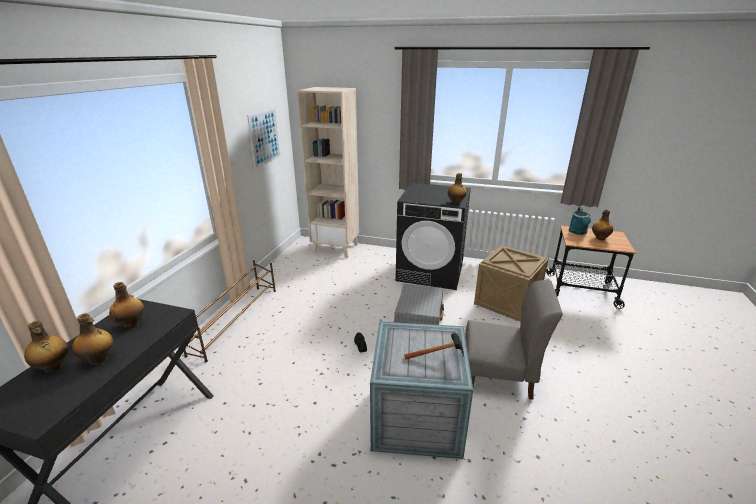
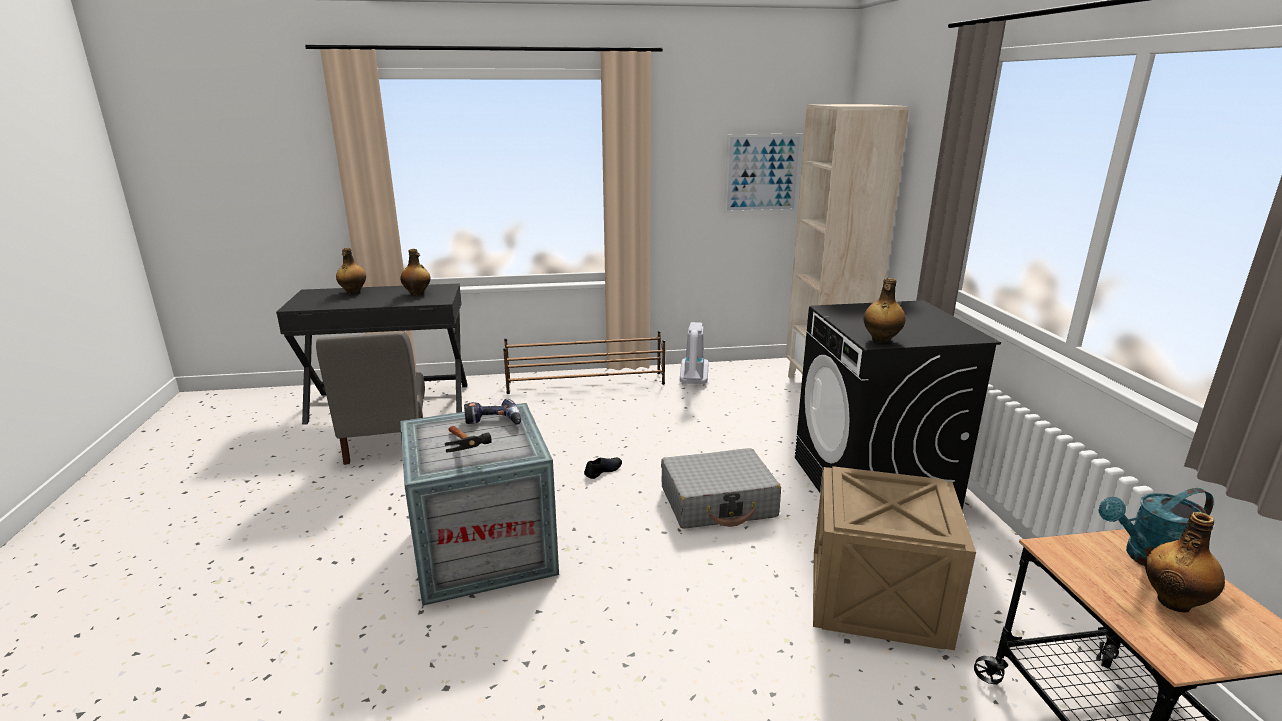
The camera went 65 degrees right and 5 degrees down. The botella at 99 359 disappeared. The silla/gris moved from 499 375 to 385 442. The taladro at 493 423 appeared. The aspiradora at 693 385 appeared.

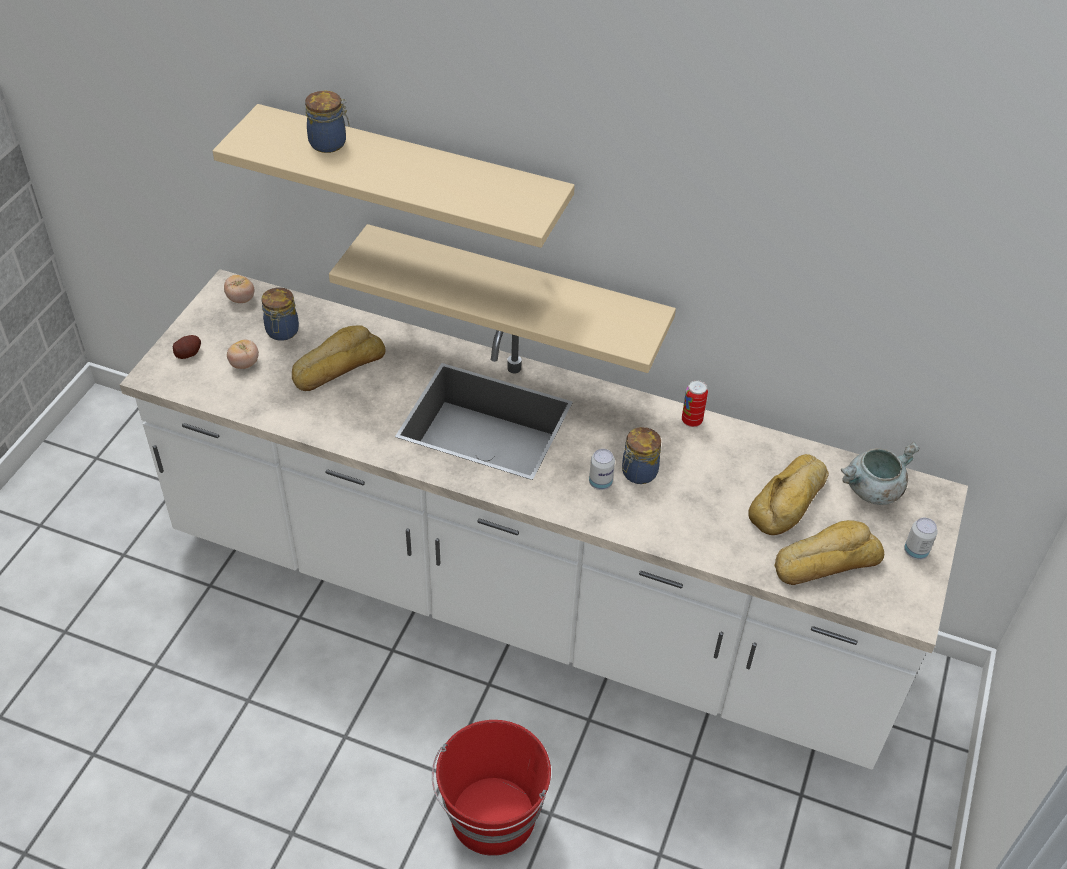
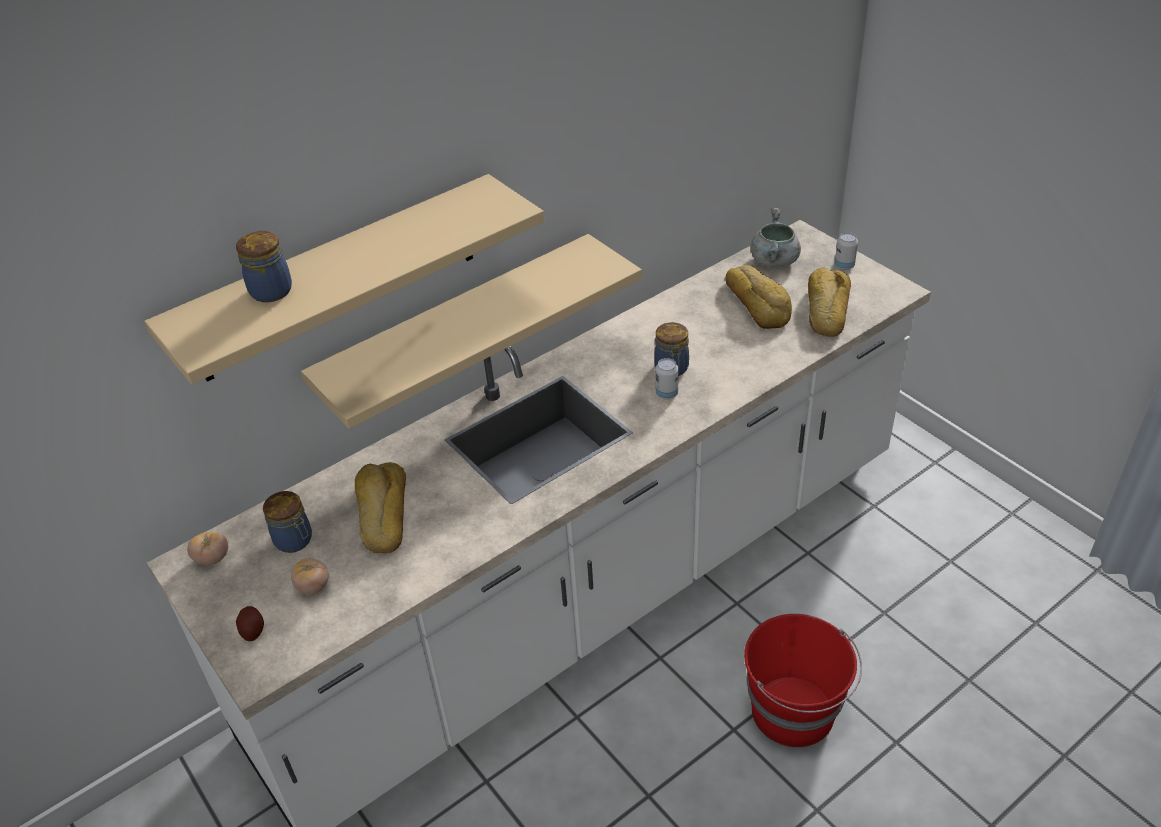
The camera went 55 degrees left and 5 degrees down. The lata at 691 421 disappeared.

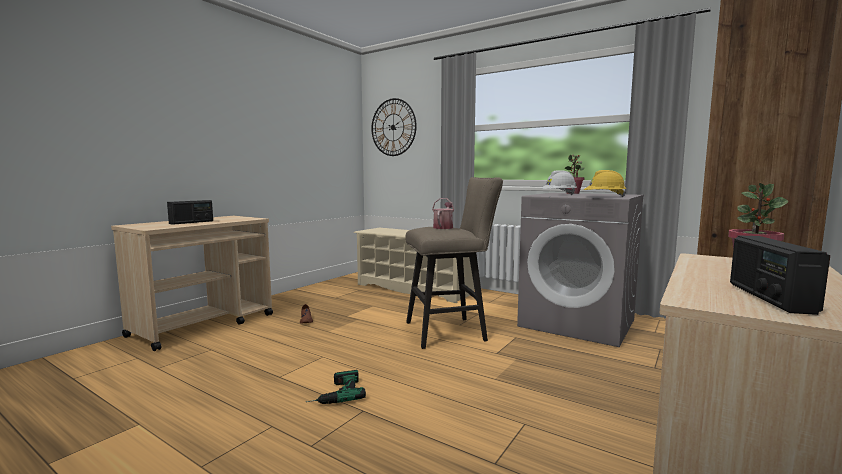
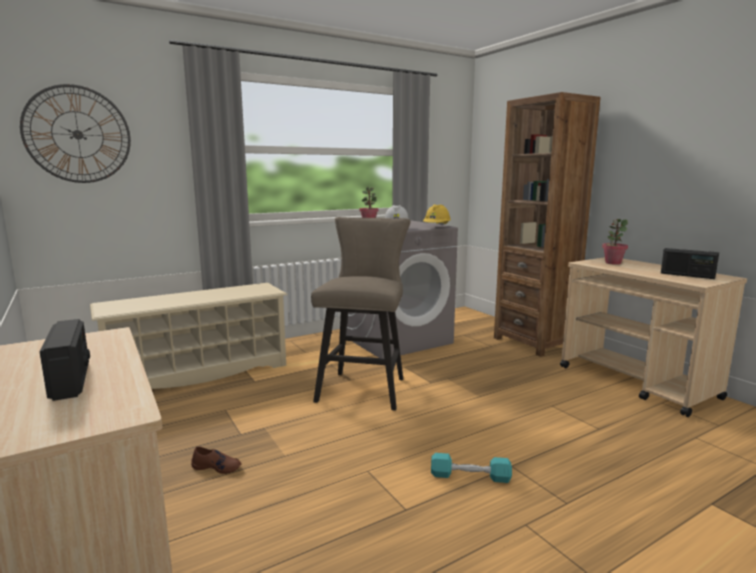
The camera went 65 degrees left and 5 degrees up. The taladro at 334 393 was replaced by the mancuerna/turquesa at 470 476. The regadera at 443 227 disappeared.

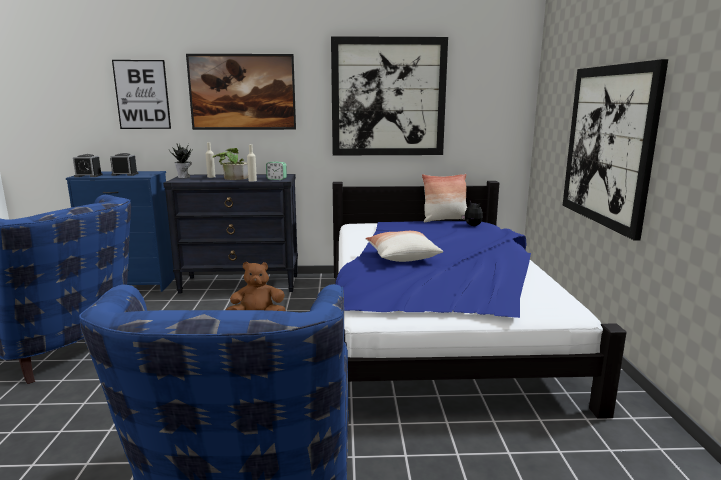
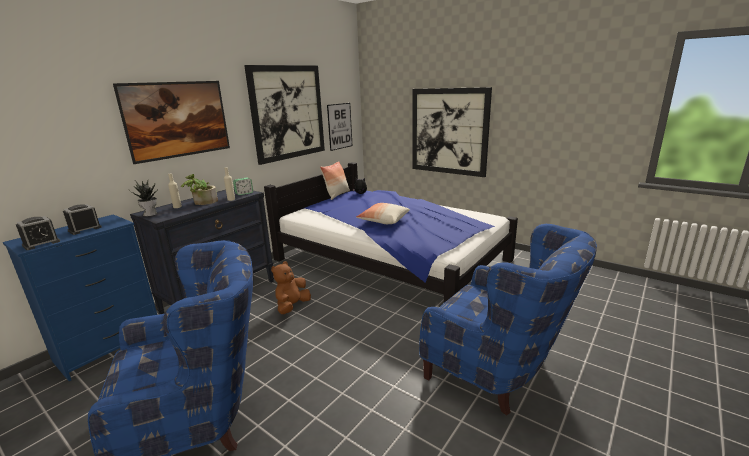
The camera went 50 degrees left and 5 degrees up. The cuadro moved from 142 94 to 340 126.

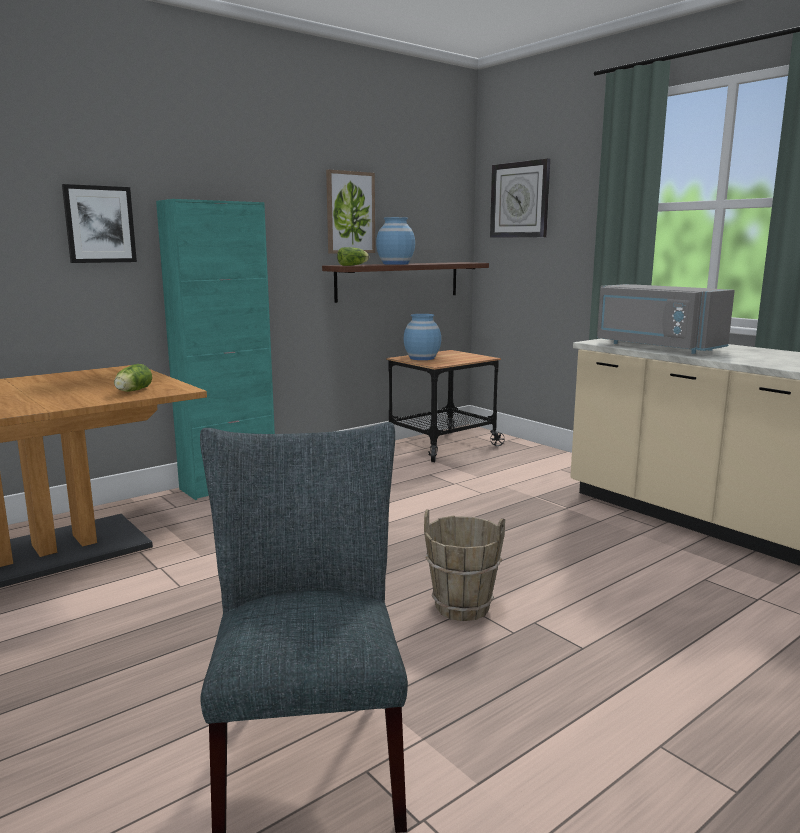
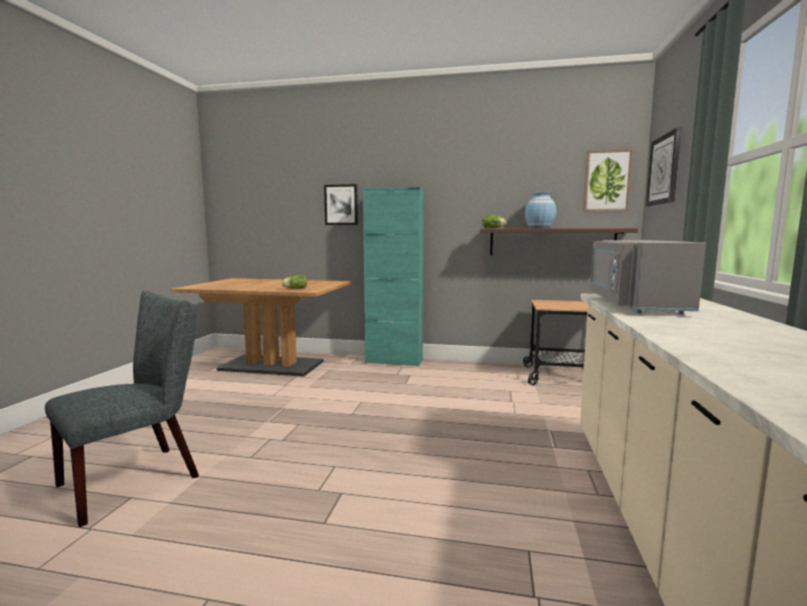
The camera went 50 degrees right and 5 degrees down. The cuadro moved from 350 212 to 607 181. The florero/azul at 421 358 disappeared. The cubo/marrón at 462 606 disappeared.

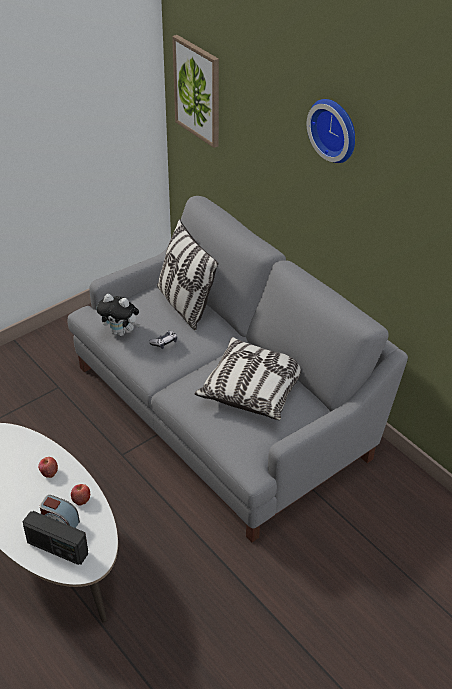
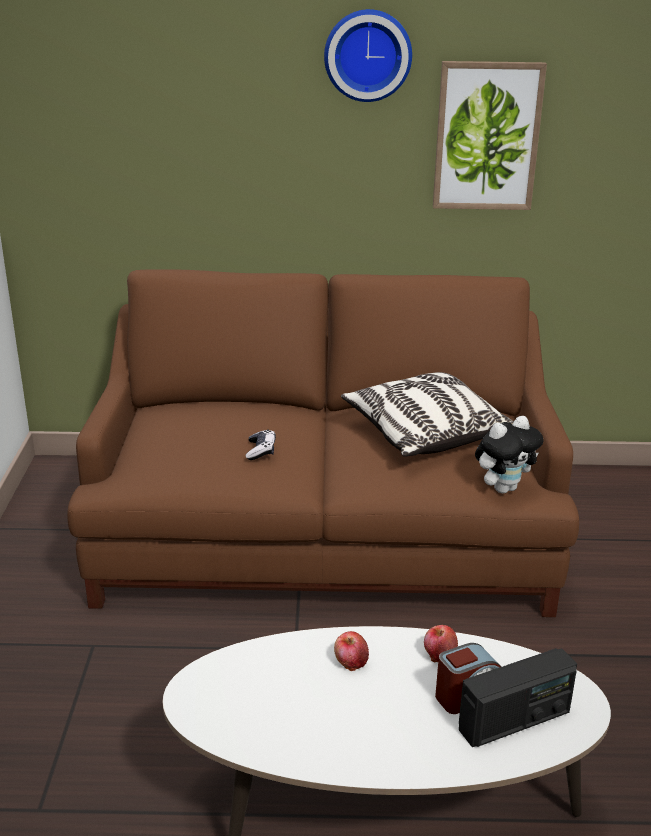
The camera went 50 degrees left and 15 degrees down. The sofá/gris at 226 407 became the sofá/marrón at 324 532. The peluche moved from 121 332 to 503 488. The cojín at 184 305 disappeared. The cuadro moved from 198 91 to 487 136.

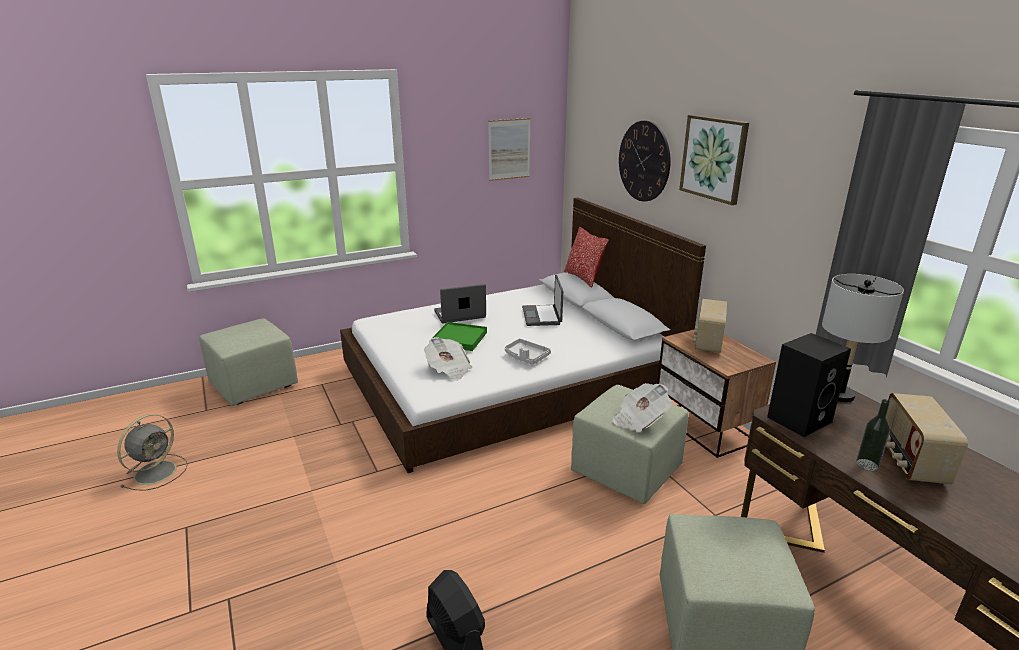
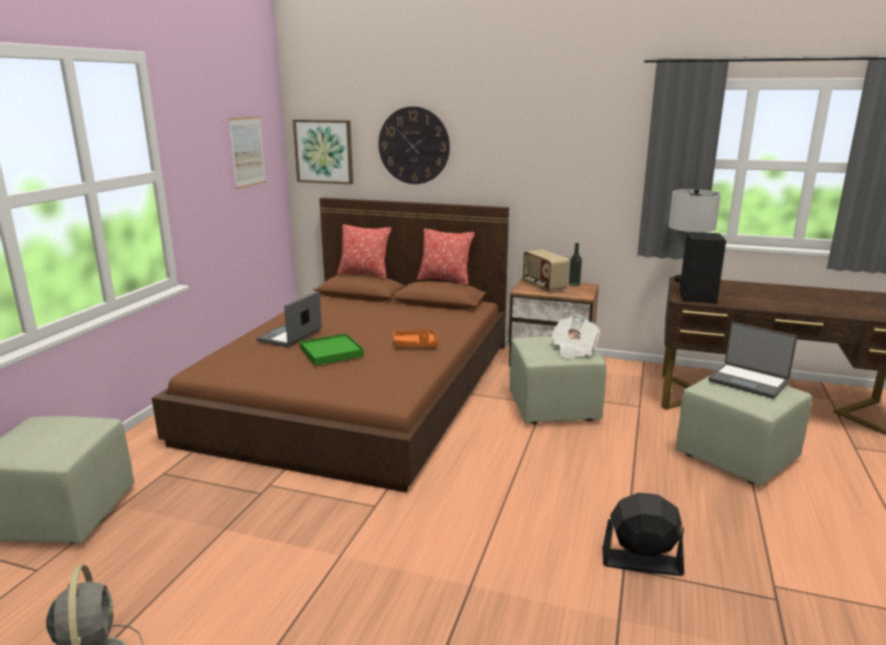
The camera went 45 degrees left and 5 degrees down. The cama/blanco at 509 378 became the cama/marrón at 360 389. The periódico at 448 370 disappeared. The bandeja/gris at 526 357 became the bandeja/naranja at 415 345. The portátil moved from 542 316 to 748 381. The cuadro moved from 714 158 to 324 151. The botella moved from 867 465 to 574 284. The radio at 910 462 disappeared. The cojín at 445 280 appeared.

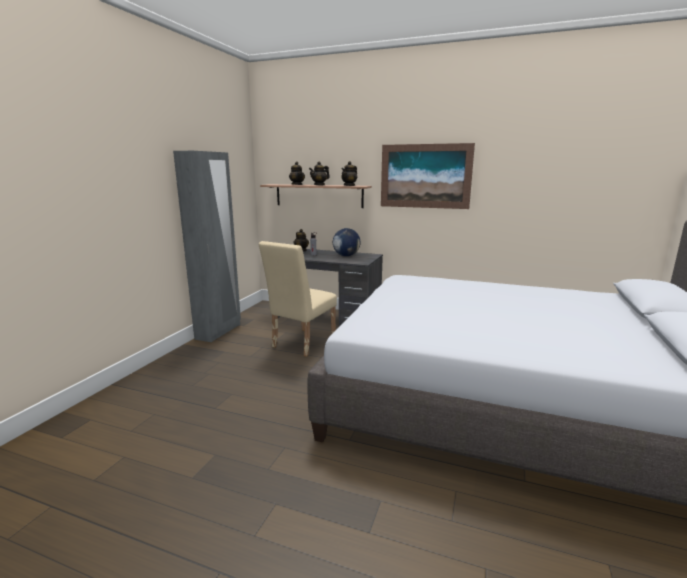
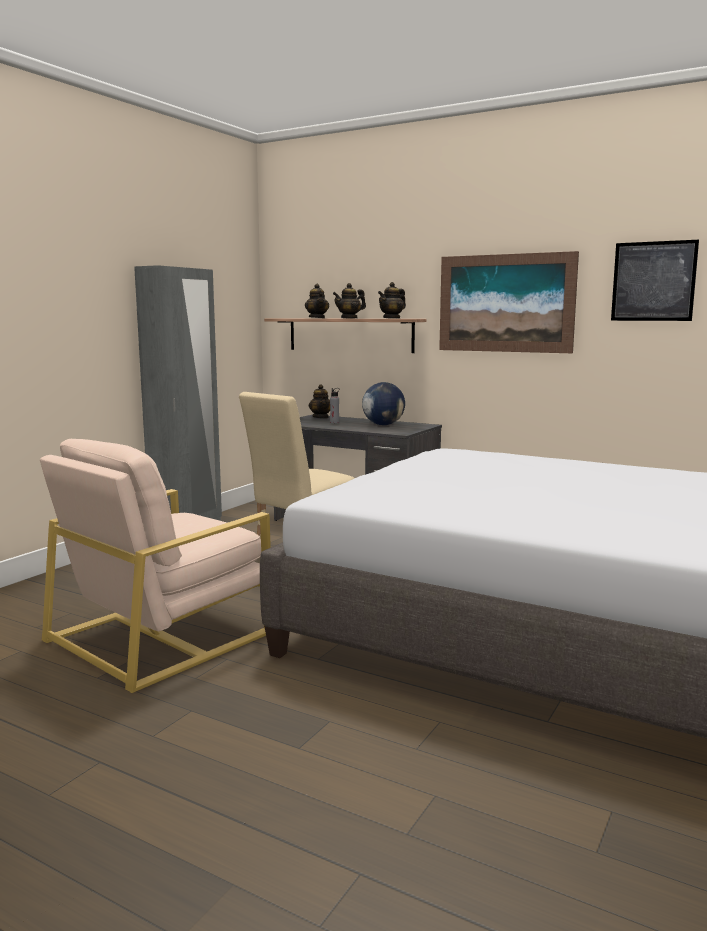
The camera went 10 degrees right and 5 degrees down. The sillón/beis at 161 635 appeared. The cuadro at 653 281 appeared.

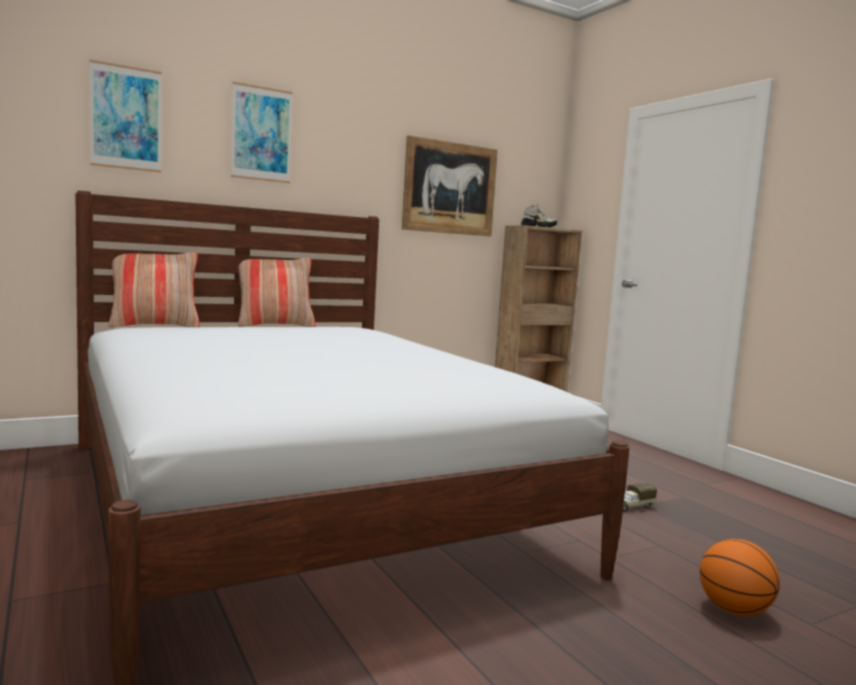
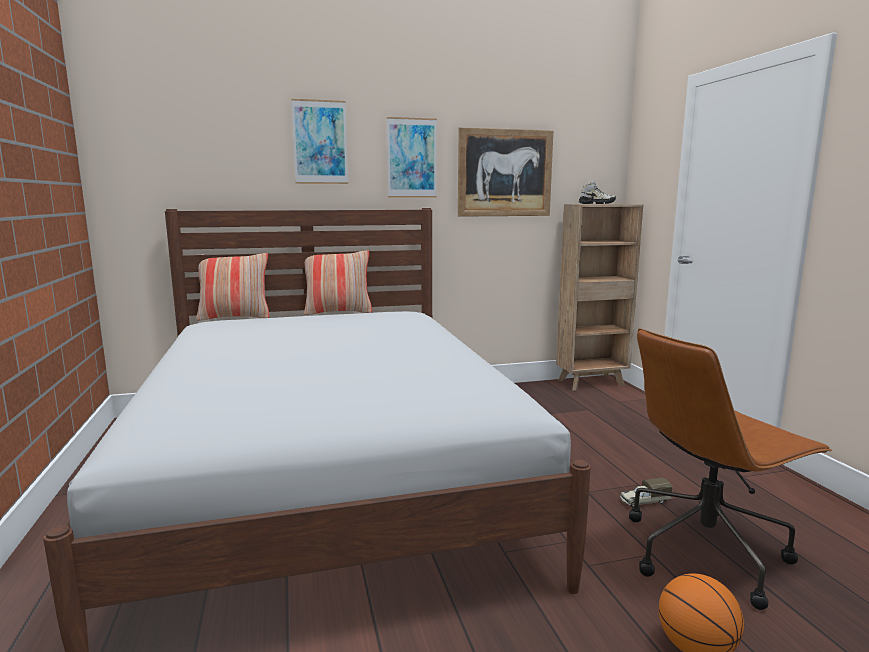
The camera went 15 degrees right and 5 degrees up. The cuadro moved from 126 118 to 412 158. The silla de oficina/marrón at 706 552 appeared.

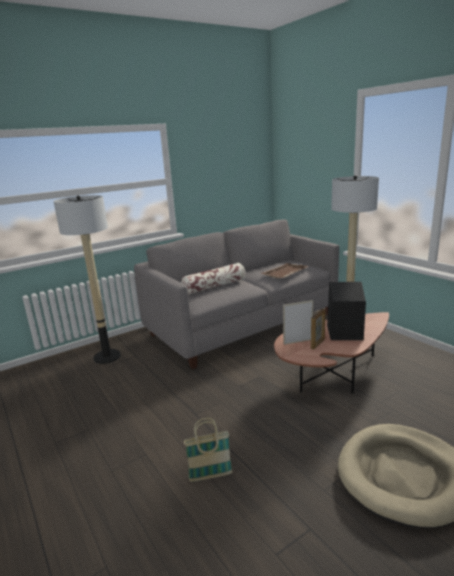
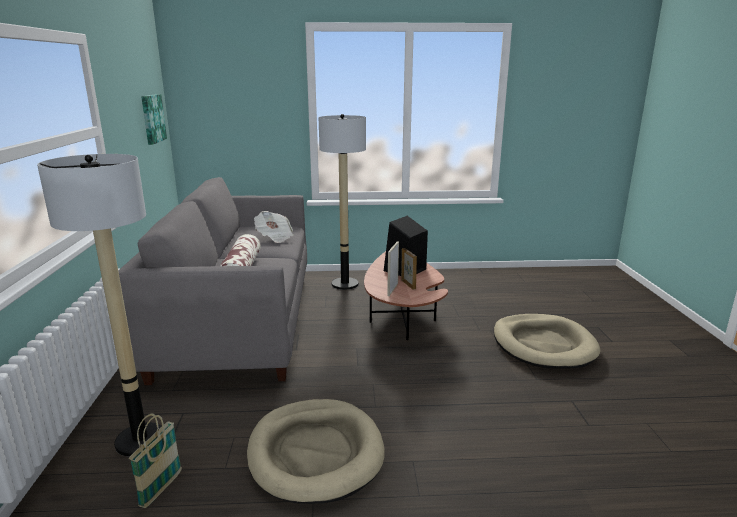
The camera went 60 degrees left and 0 degrees up. The cesta moved from 210 476 to 161 489. The bandeja/marrón at 284 272 was replaced by the periódico at 274 237. The cuadro at 152 118 appeared. The cama para perro/beis at 315 453 appeared.

